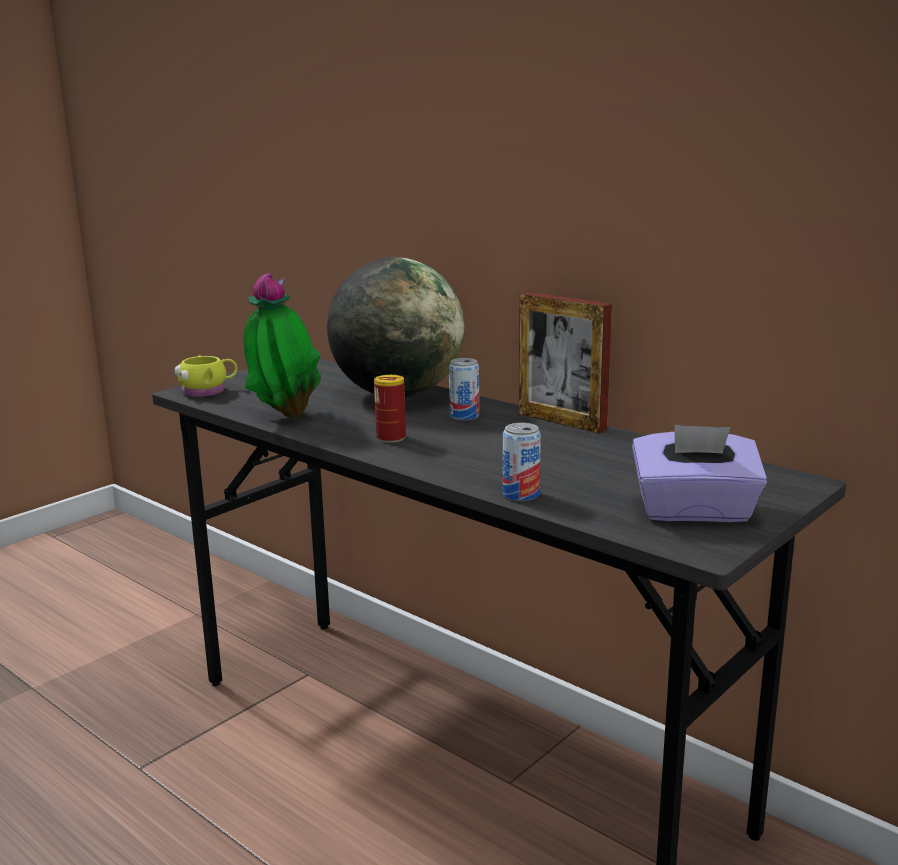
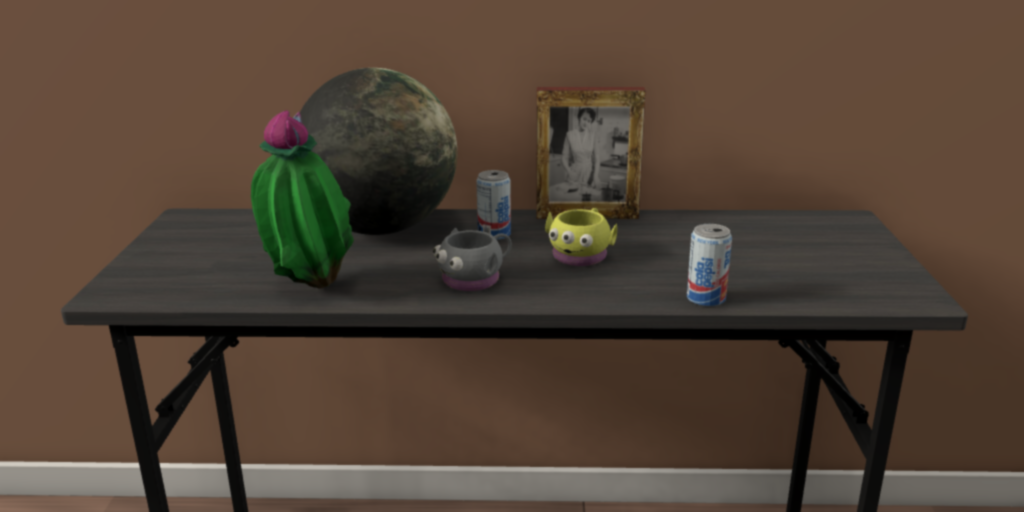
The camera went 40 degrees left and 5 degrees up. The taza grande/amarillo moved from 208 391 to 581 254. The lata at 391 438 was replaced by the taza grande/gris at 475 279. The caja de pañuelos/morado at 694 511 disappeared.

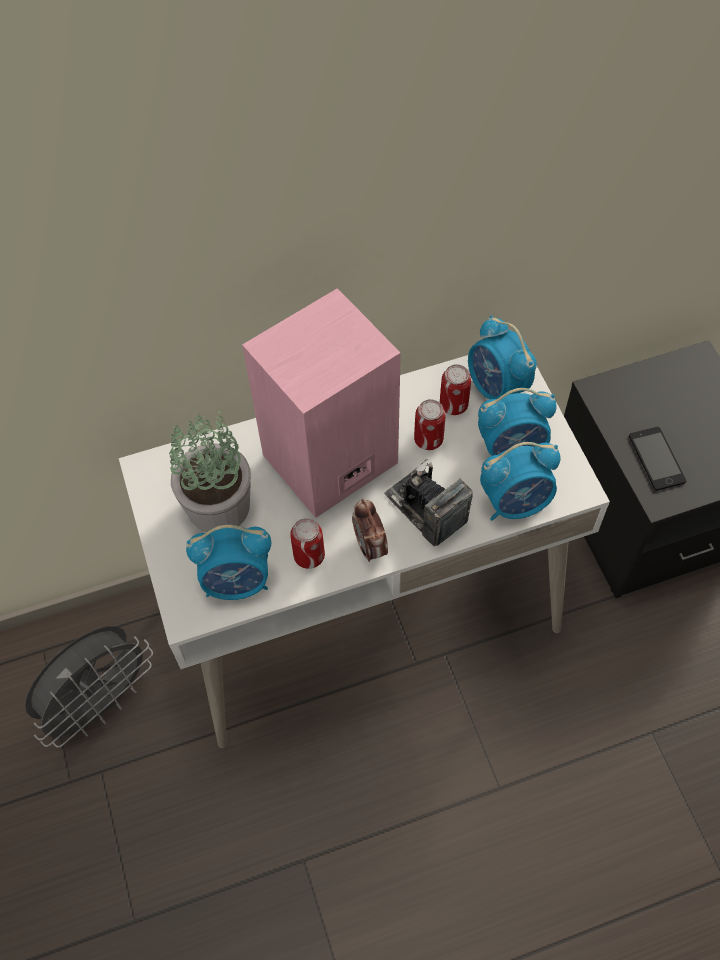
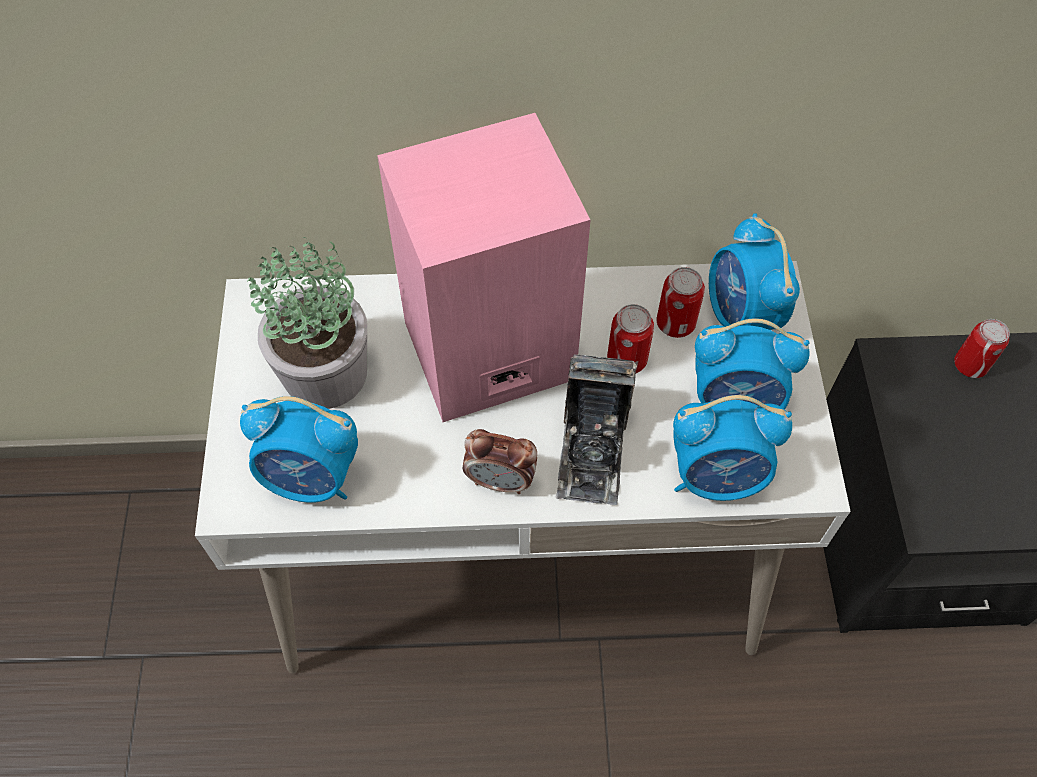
The camera went 15 degrees right and 0 degrees up. The ventilador/gris at 101 702 disappeared. The lata moved from 309 556 to 970 365. The despertador at 370 546 turned 75 degrees counterclockwise. The cámara at 426 509 turned 150 degrees counterclockwise. The móvil at 656 459 disappeared.

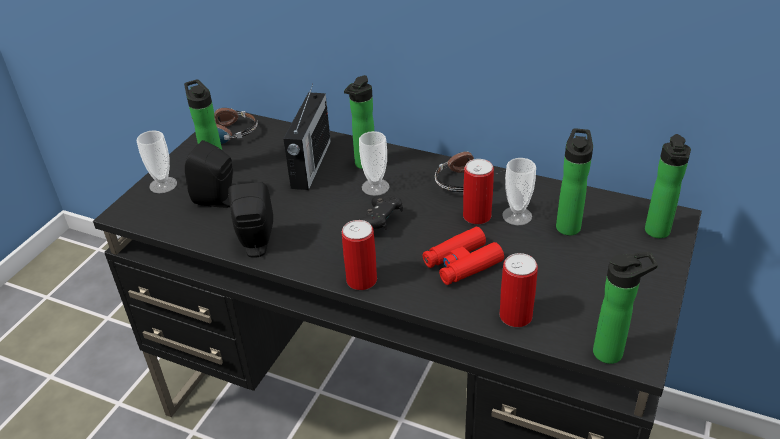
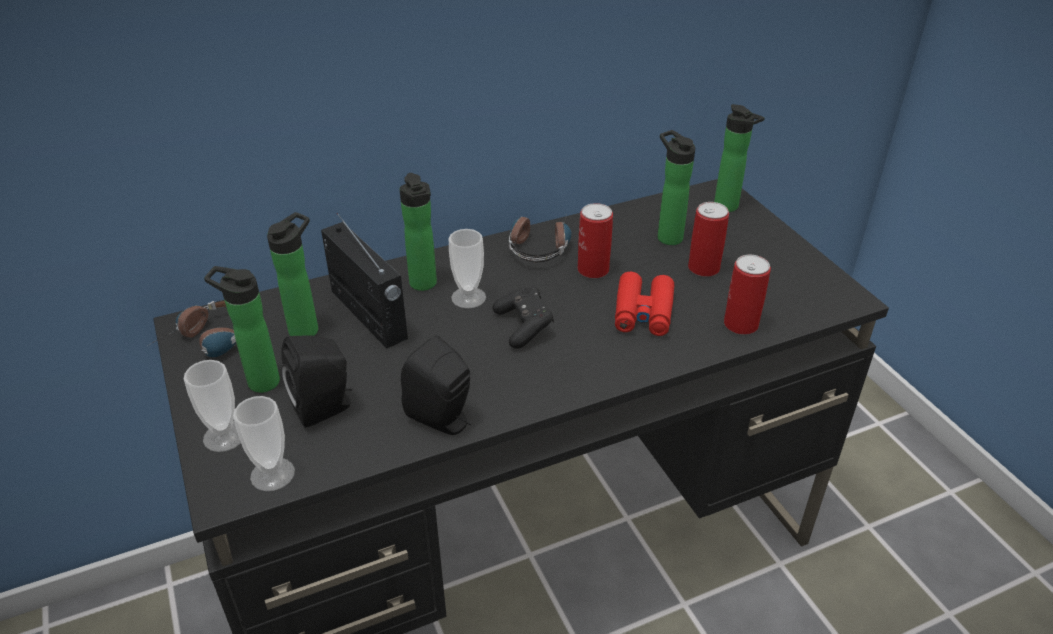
The camera went 50 degrees left and 0 degrees up. The lata moved from 361 280 to 703 268. The taza moved from 517 216 to 272 474. The botella moved from 612 352 to 307 328.

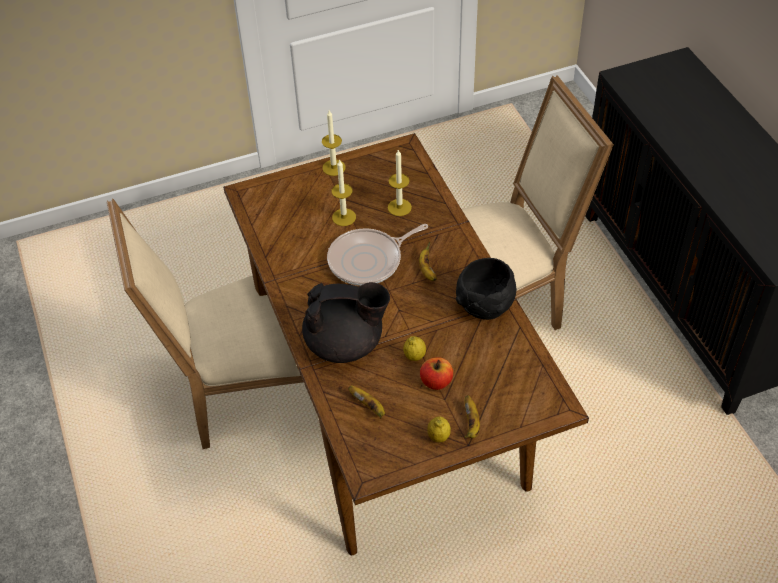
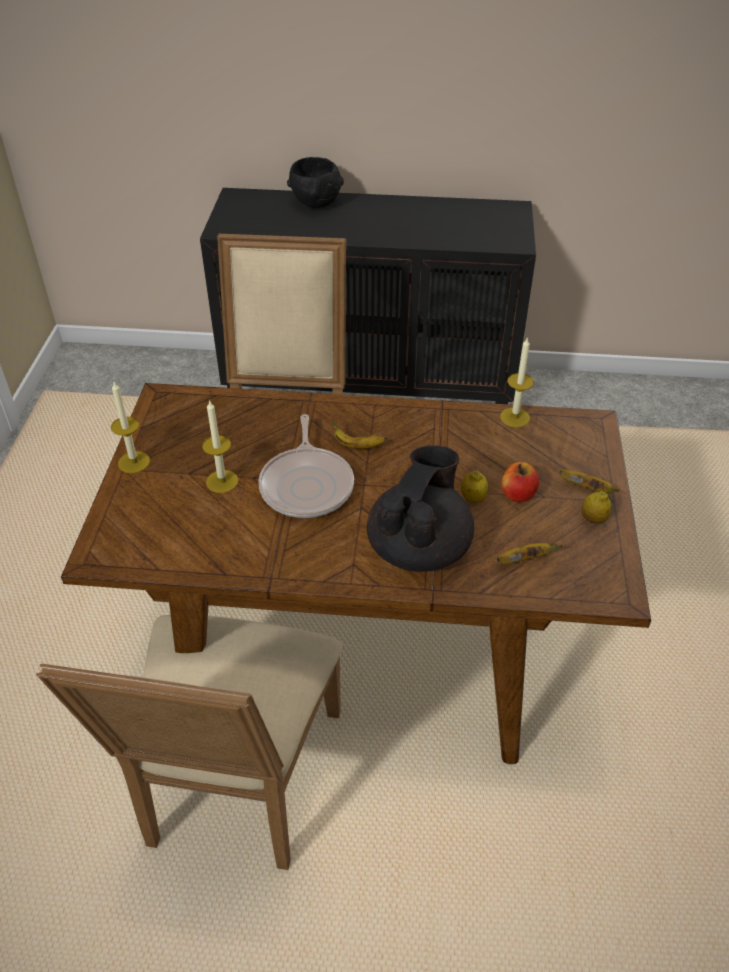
The camera went 65 degrees left and 5 degrees down. The vela moved from 399 207 to 514 417. The cuenco/negro moved from 485 306 to 315 203.

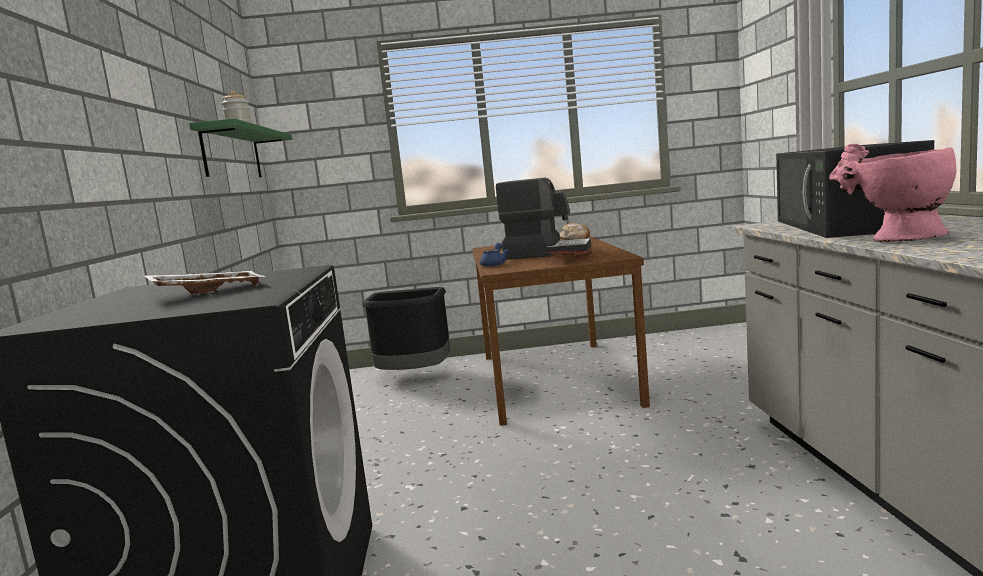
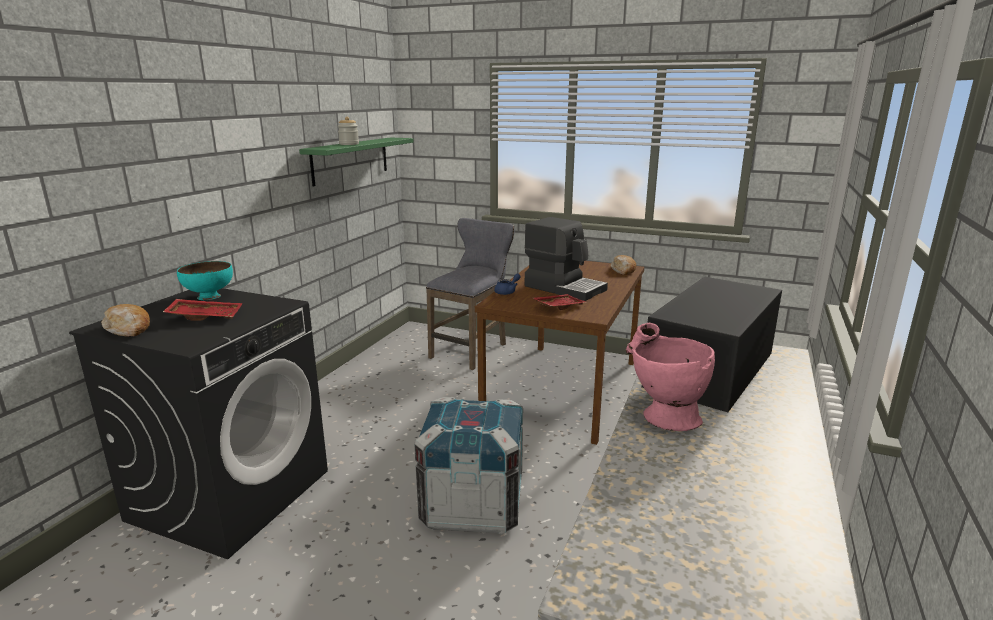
The camera went 25 degrees right and 10 degrees up. The bandeja/blanco at 207 291 became the bandeja/rojo at 206 316. The papelera/negro at 414 377 was replaced by the taburete/gris at 473 350. The pan at 129 329 appeared. The cuenco/turquesa at 209 297 appeared. The caja de embalaje at 472 504 appeared.

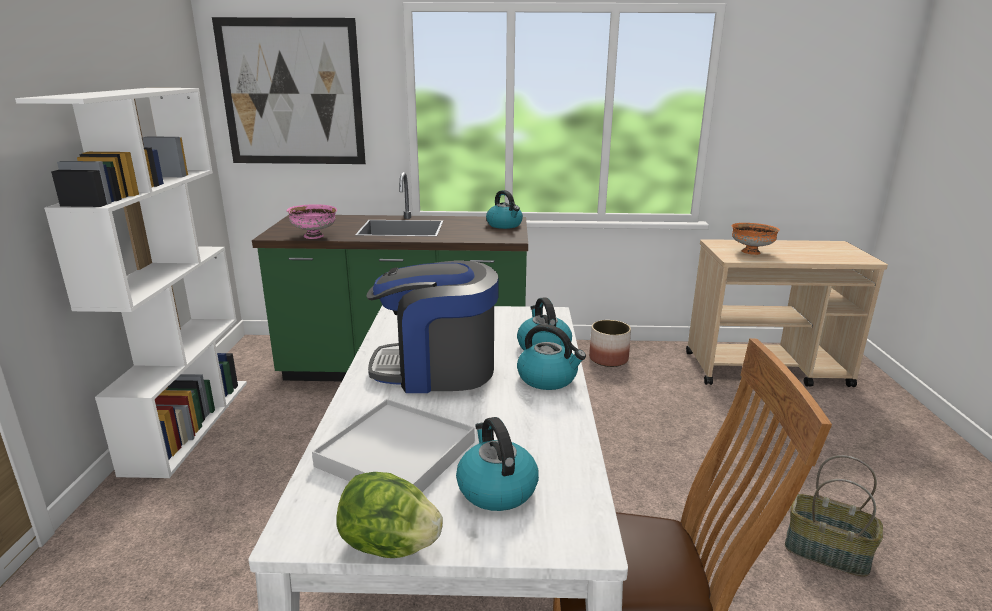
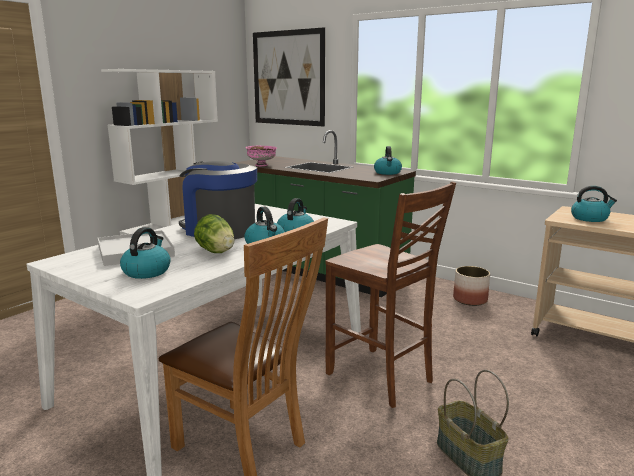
The camera went 35 degrees right and 5 degrees down. The lechuga moved from 389 546 to 216 252. The cuenco/naranja at 750 252 was replaced by the hervidor at 590 218. The silla/marrón at 381 378 appeared.

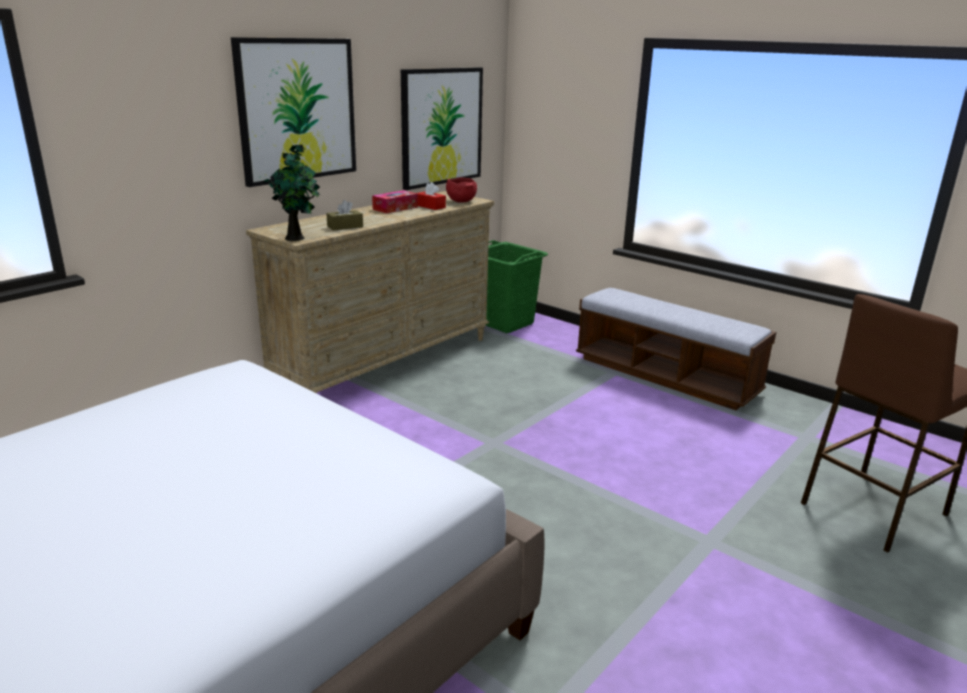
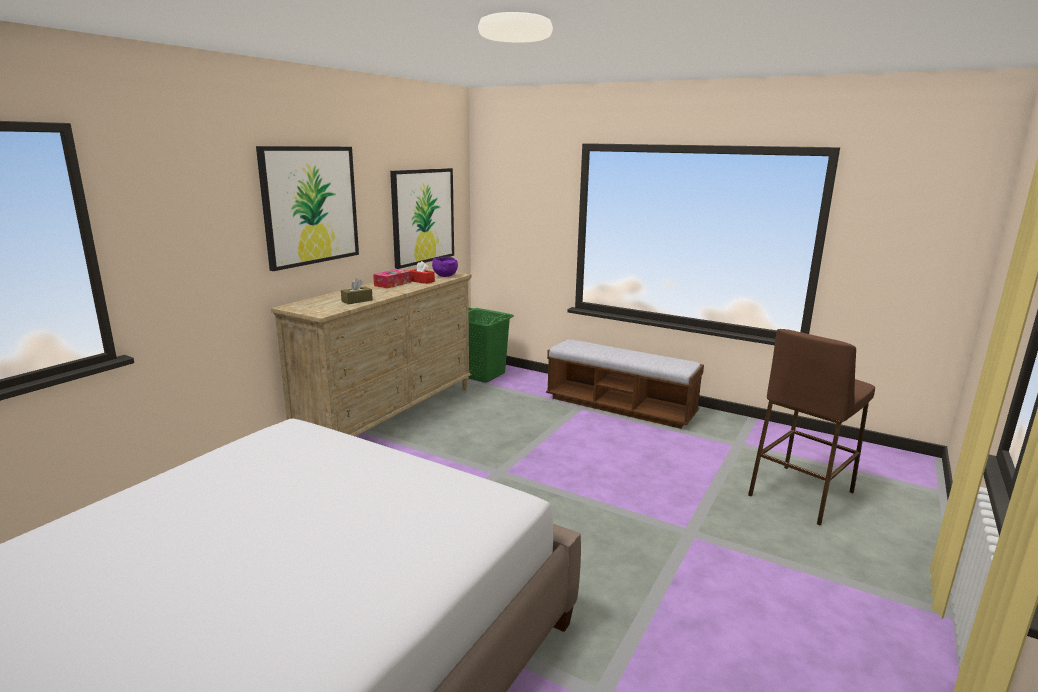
The camera went 10 degrees left and 5 degrees down. The planta en maceta at 296 238 disappeared. The cuenco/rojo at 460 201 became the cuenco/morado at 444 276.

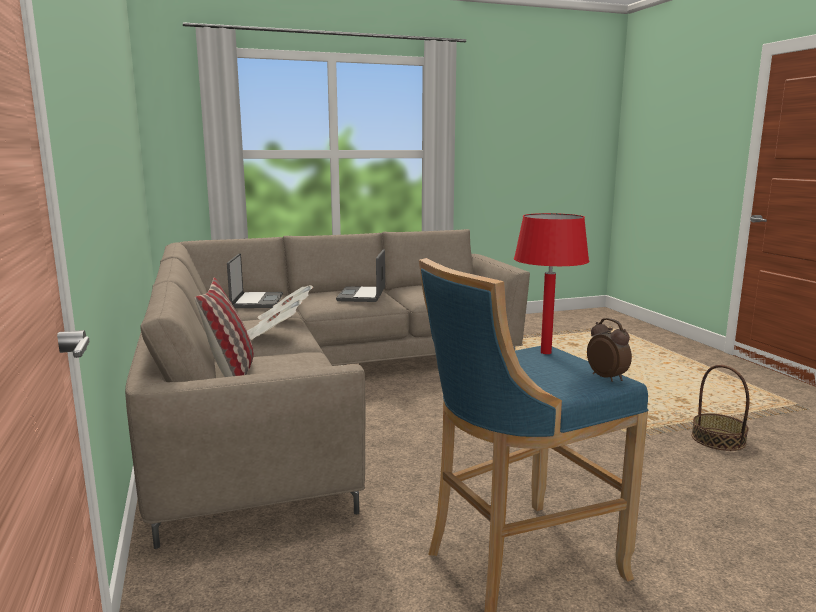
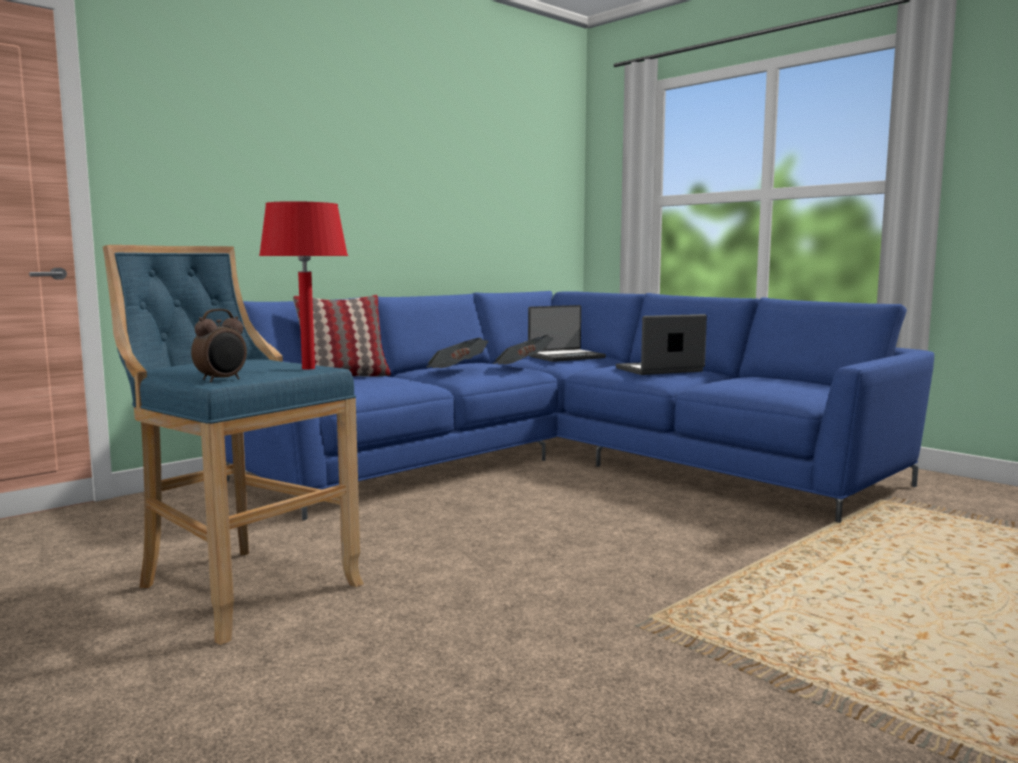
The camera went 65 degrees right and 5 degrees down. The sofá/beis at 315 388 became the sofá/azul at 560 462. The cesta at 718 439 disappeared.

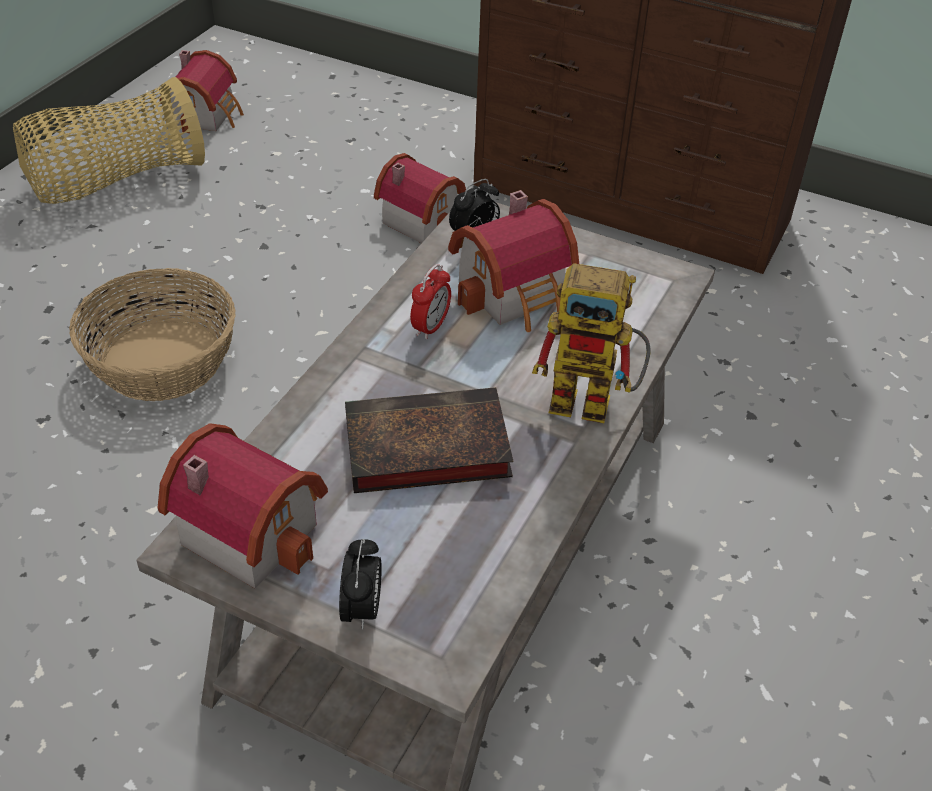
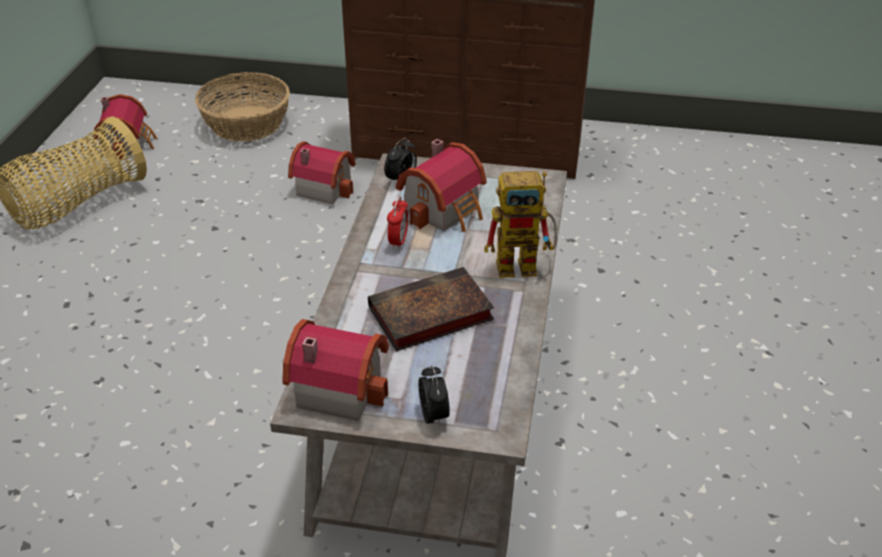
The camera went 15 degrees left and 5 degrees down. The cesta moved from 163 361 to 247 123.

